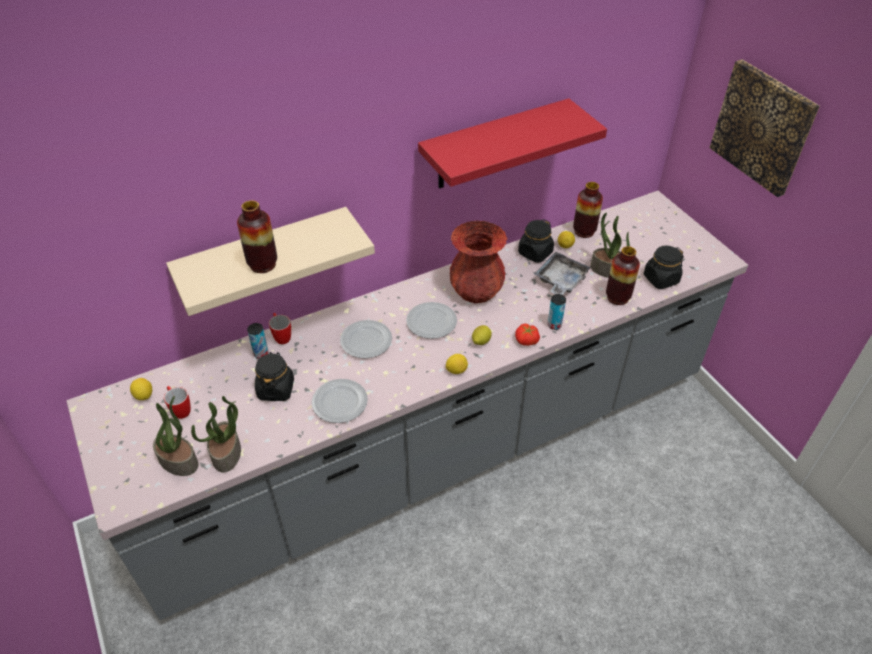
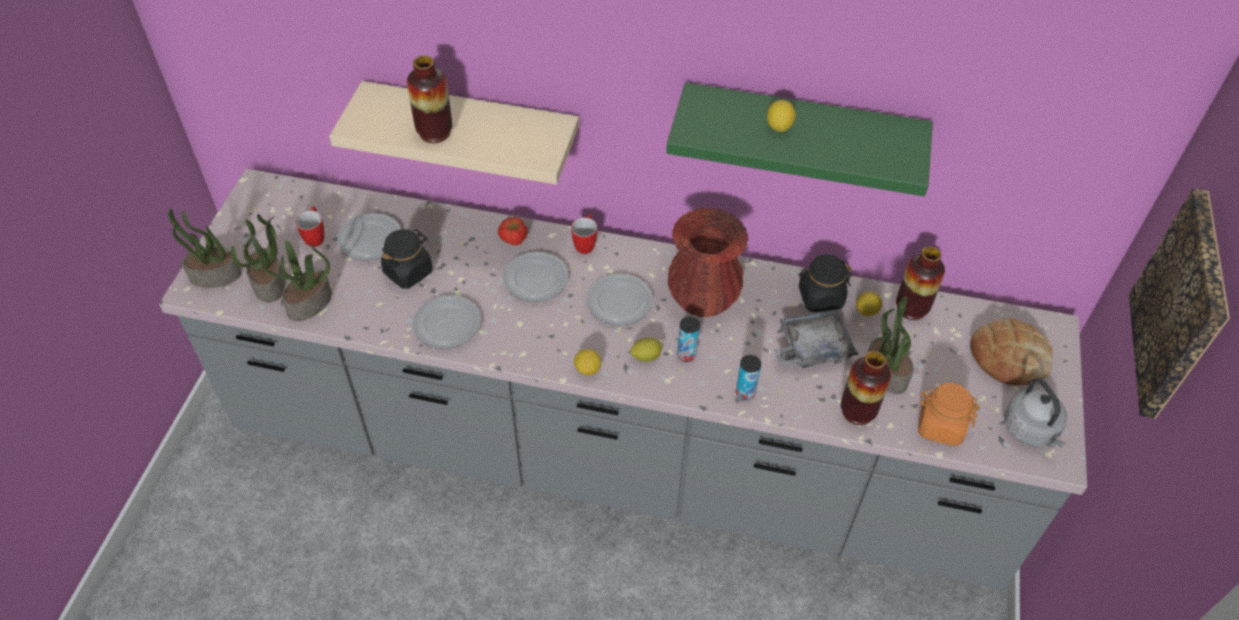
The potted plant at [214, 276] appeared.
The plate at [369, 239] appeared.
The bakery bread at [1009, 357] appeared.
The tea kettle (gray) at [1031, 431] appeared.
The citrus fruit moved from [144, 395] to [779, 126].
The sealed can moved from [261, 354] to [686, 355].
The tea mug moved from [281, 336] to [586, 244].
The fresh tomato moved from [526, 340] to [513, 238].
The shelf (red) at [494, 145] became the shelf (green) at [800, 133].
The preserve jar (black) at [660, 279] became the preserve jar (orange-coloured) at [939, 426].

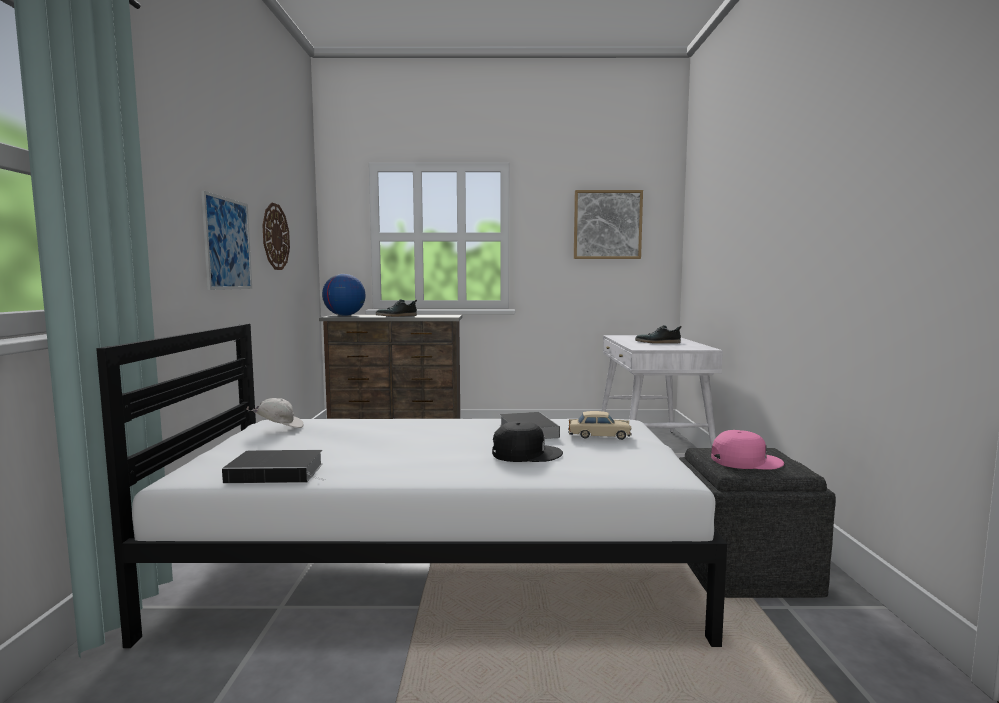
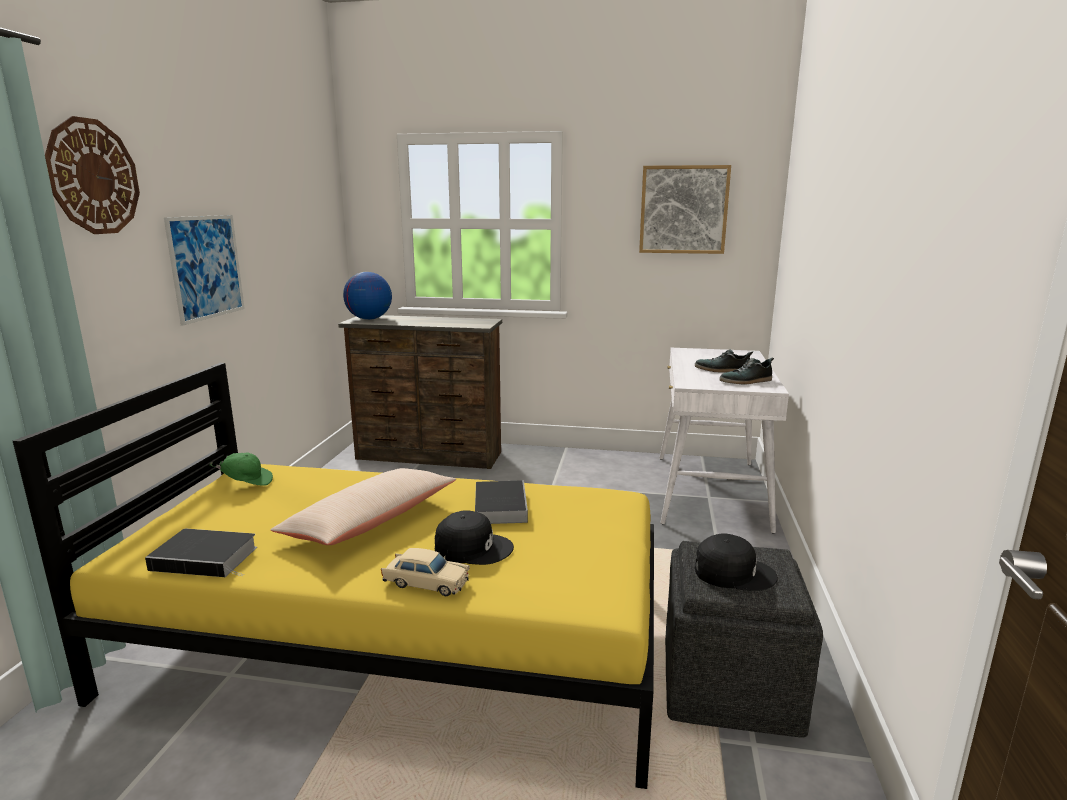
The throw pillow (beige-coloured) at [370, 521] appeared.
The wall clock moved from [275, 237] to [93, 177].
The low shoe moved from [397, 316] to [746, 381].
The model car (beige-coloured) moved from [599, 435] to [426, 582].
The sleeping bed (white) at [438, 569] became the sleeping bed (yellowish) at [398, 644].
The baseball cap (white) at [279, 427] became the baseball cap (green) at [247, 482].
The baseball cap (pink-coloured) at [745, 460] became the baseball cap (black) at [733, 572].

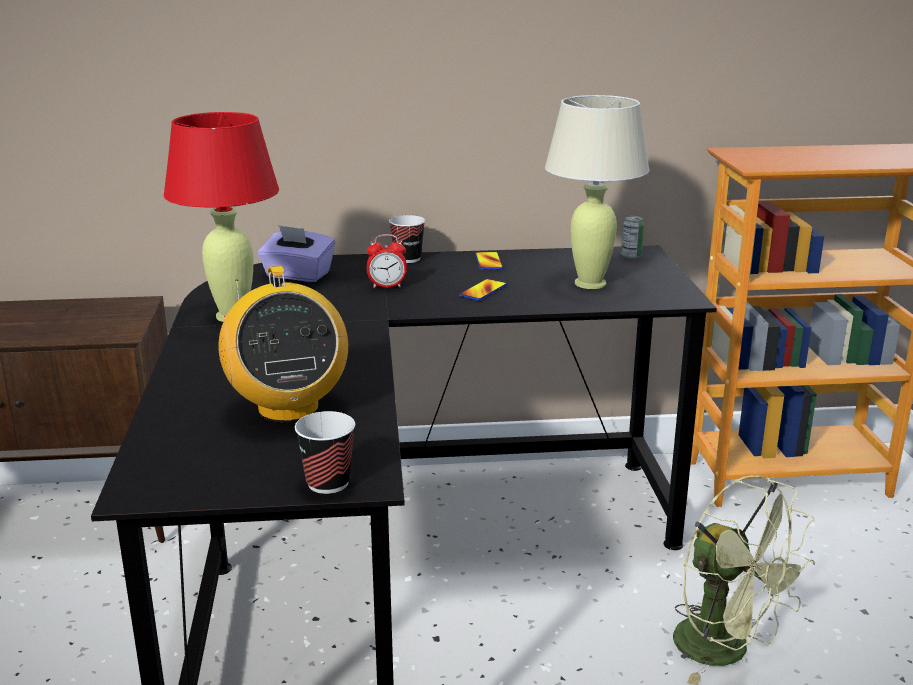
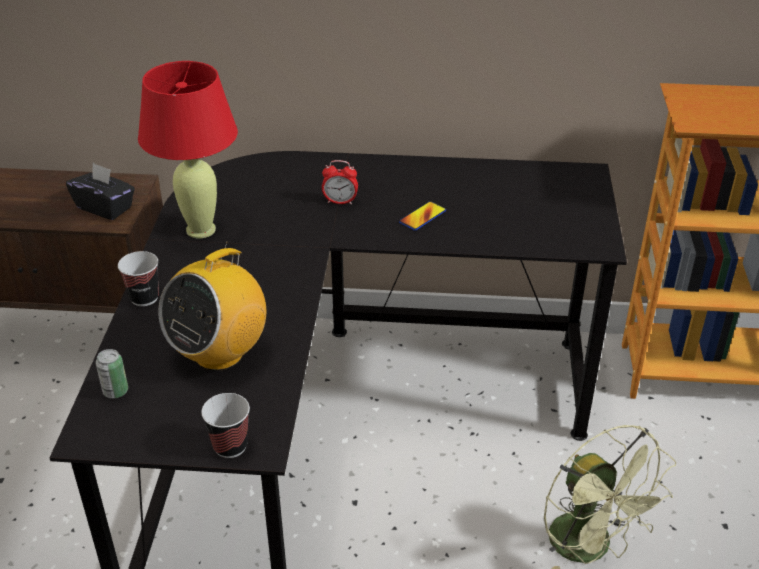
The box of tissues (purplish) at [297, 275] disappeared.
The telephone at [488, 262] disappeared.
The table lamp (beige-coloured) at [589, 283] disappeared.
The box of tissues (black) at [105, 207] appeared.
The cup moved from [407, 259] to [144, 297].
The sealed can moved from [631, 256] to [115, 391].
The radio at [288, 408] turned 45 degrees clockwise.

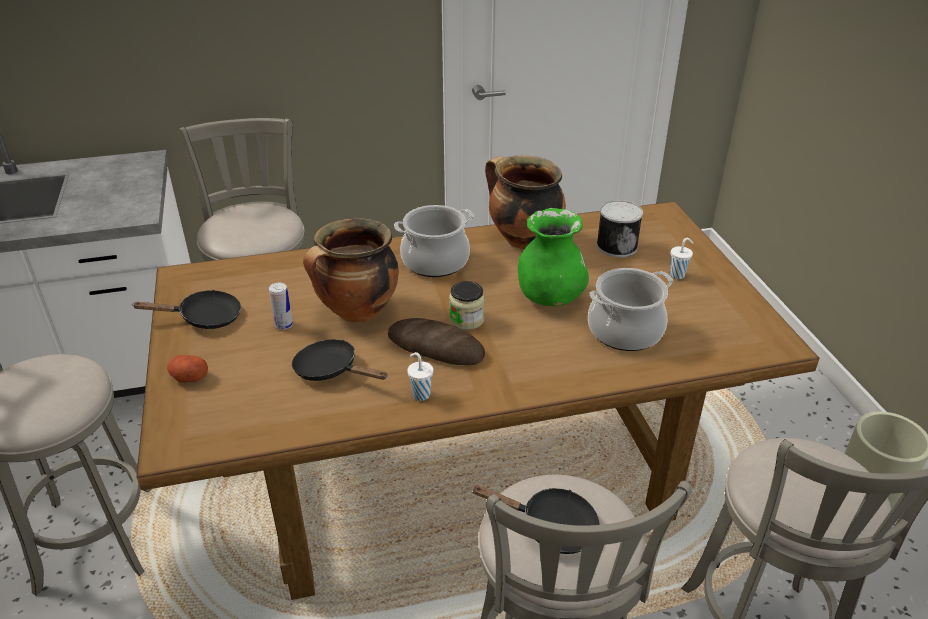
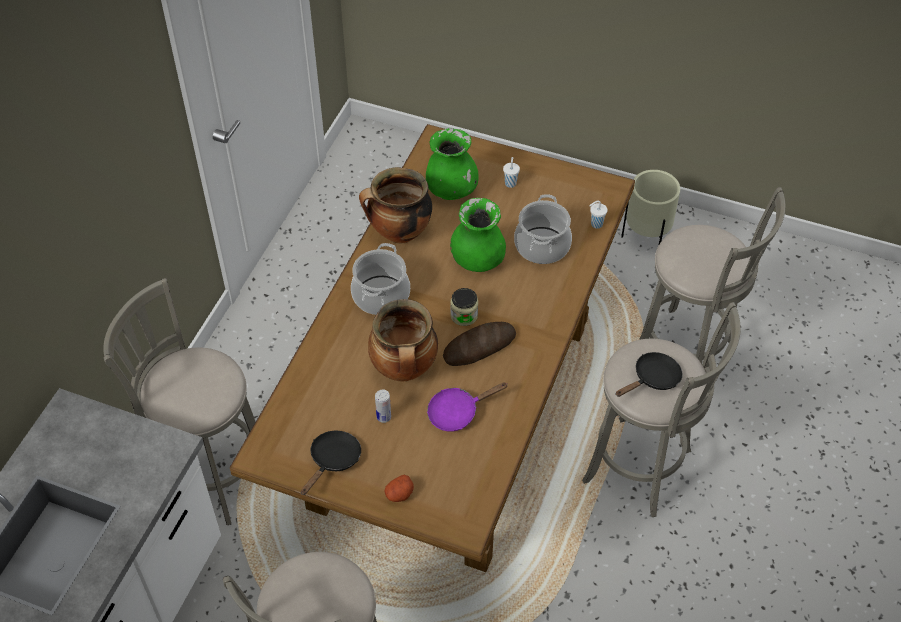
The cup (white) moved from [420, 394] to [596, 224].
The sealed can at [616, 245] was replaced by the vase (green) at [451, 190].
The pan (black) at [331, 370] became the pan (purplish) at [457, 412].

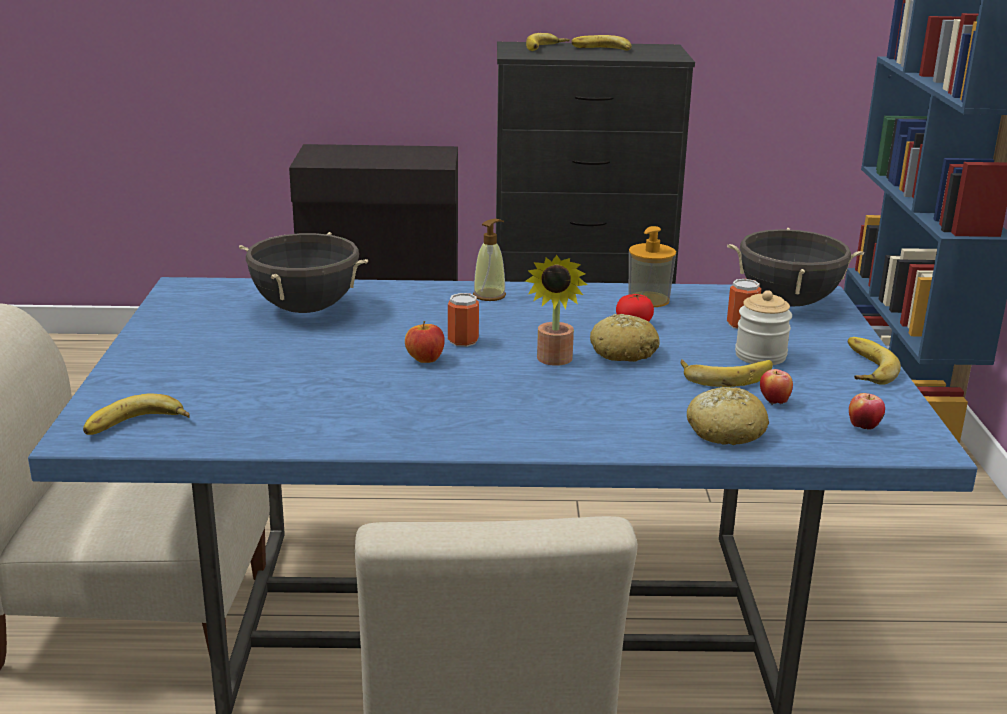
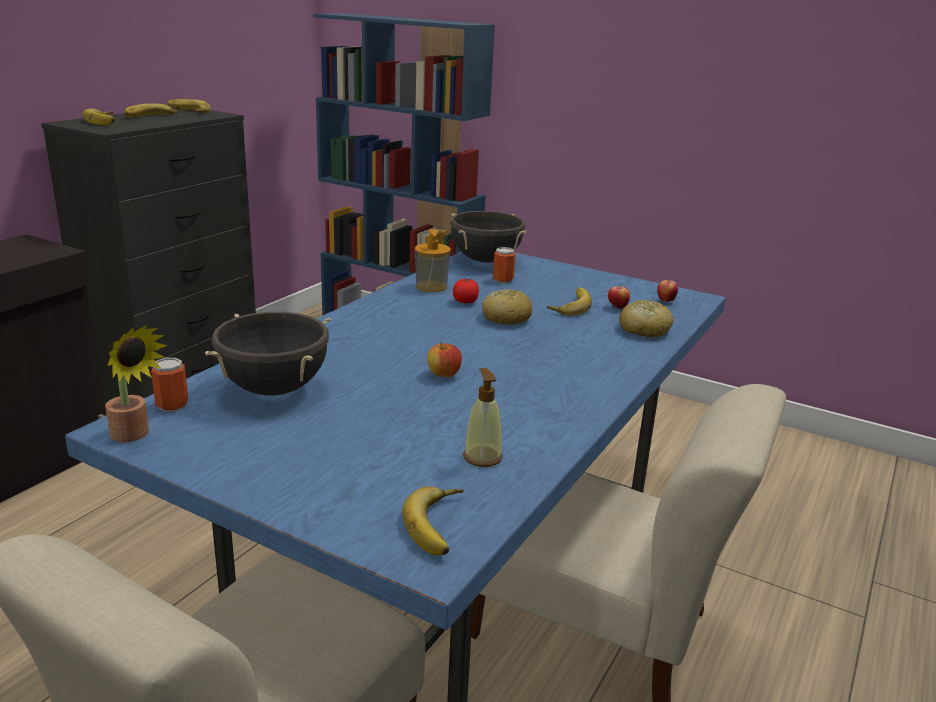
The preserve jar at [760, 356] disappeared.
The sealed can moved from [463, 341] to [172, 405].
The soap dispenser moved from [489, 295] to [482, 457].
The potted plant moved from [554, 361] to [134, 435].
The banana fruit moved from [862, 367] to [187, 111].

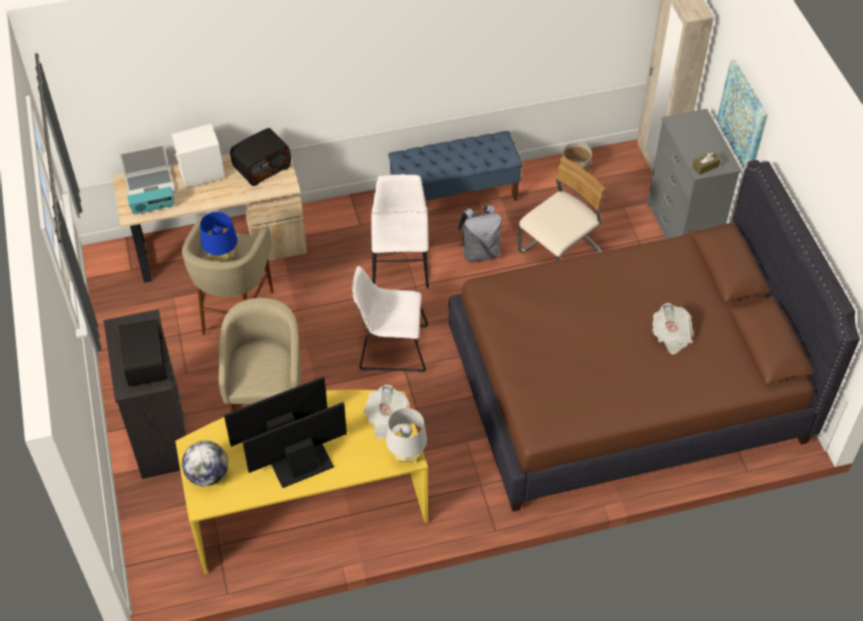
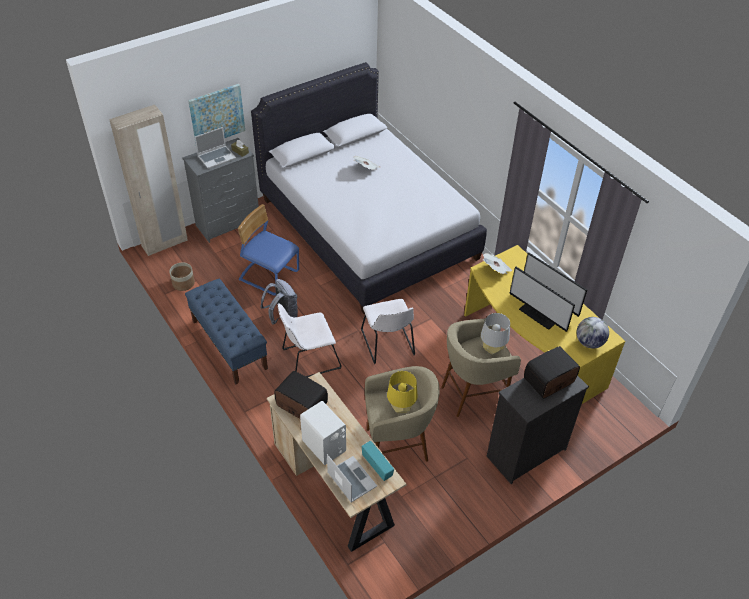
The laptop at [217, 157] appeared.
The table lamp (gray) moved from [406, 455] to [492, 349].
The table lamp (blue) at [222, 258] became the table lamp (yellowish) at [401, 408].
The sleeping bed (brownish) at [626, 386] became the sleeping bed (white) at [367, 228].
The chair (beige-coloured) at [560, 254] became the chair (blue) at [269, 276].

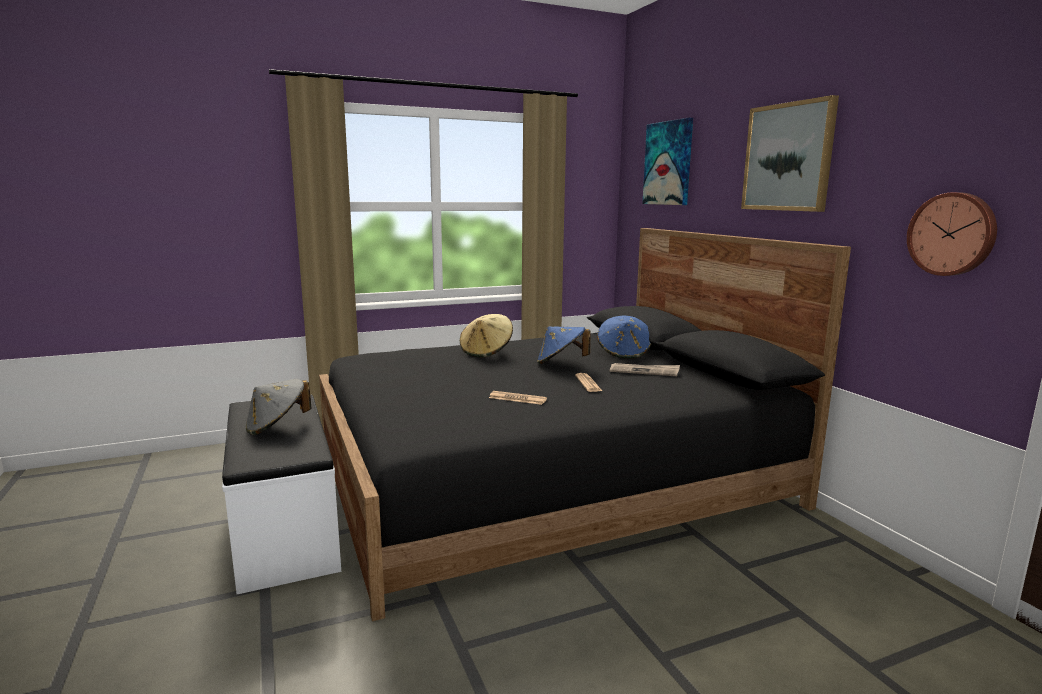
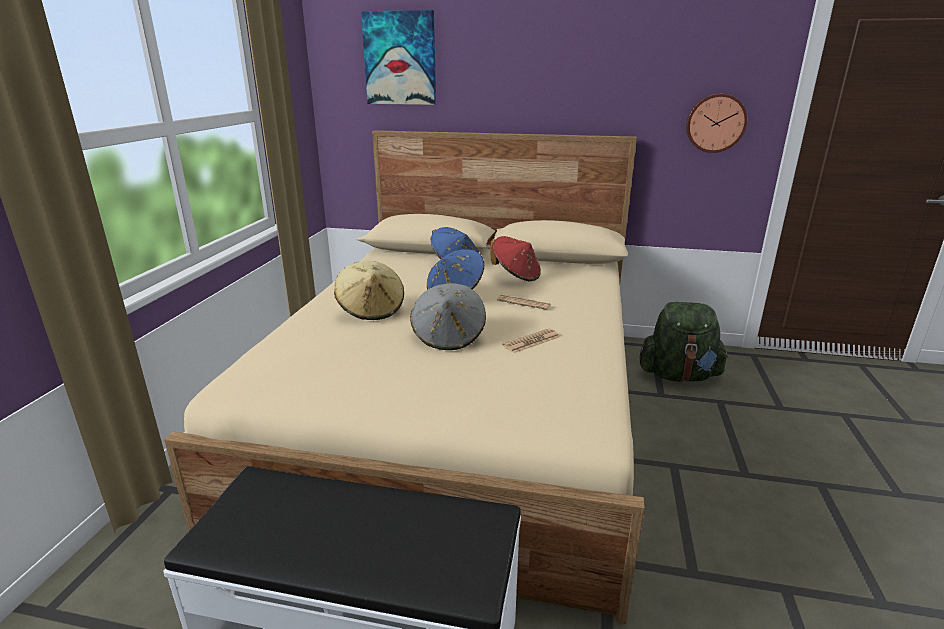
The picture at [788, 157] disappeared.
The knapsack (green) at [678, 375] appeared.
The wearable hat (gray) moved from [277, 426] to [449, 337].
The daily paper at [644, 371] was replaced by the wearable hat (red) at [516, 275].
The sleeping bed (black) at [550, 479] became the sleeping bed (beige-coloured) at [462, 411].

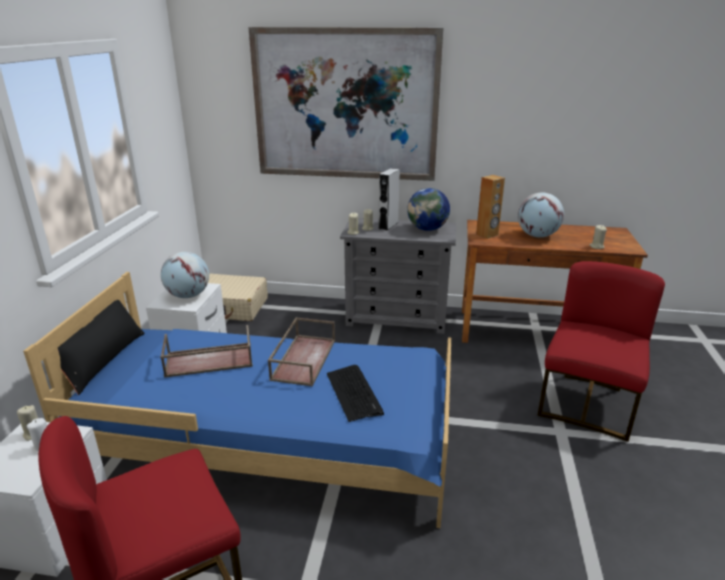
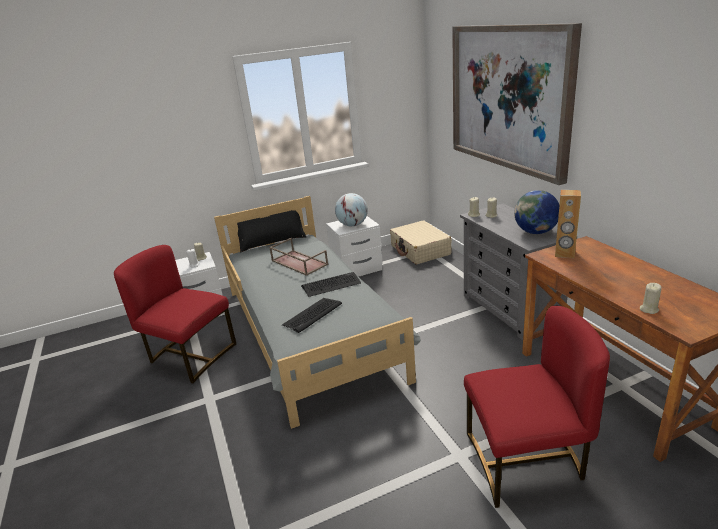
The loudspeaker (gray) at [388, 225] disappeared.
The world globe at [537, 236] disappeared.
The carrying tray (brownish) at [303, 358] was replaced by the computer keyboard at [331, 285].
The sleeping bed (blue) at [272, 440] became the sleeping bed (gray) at [310, 332].

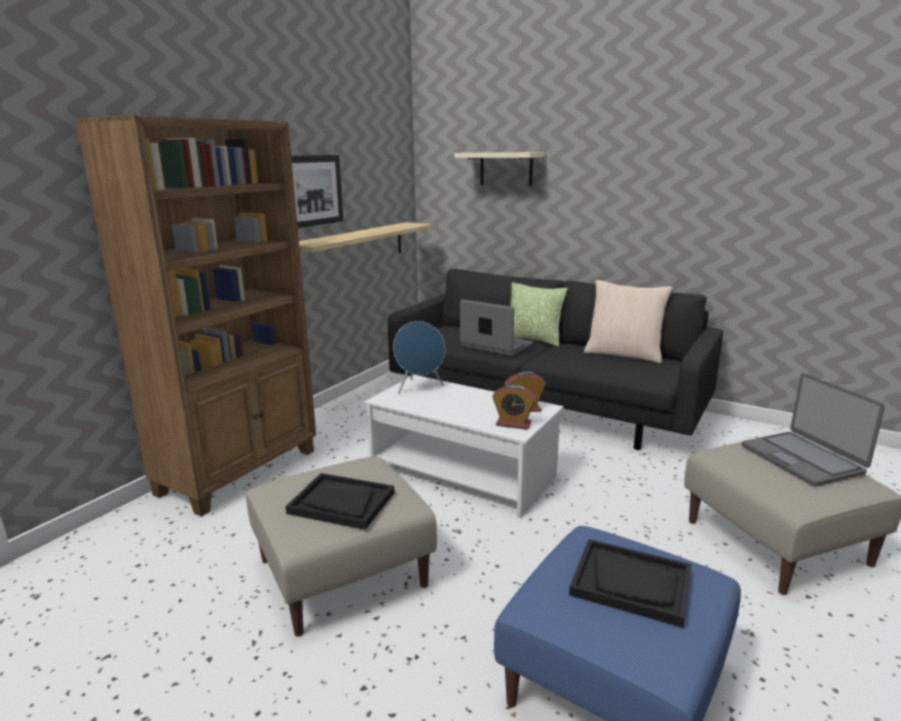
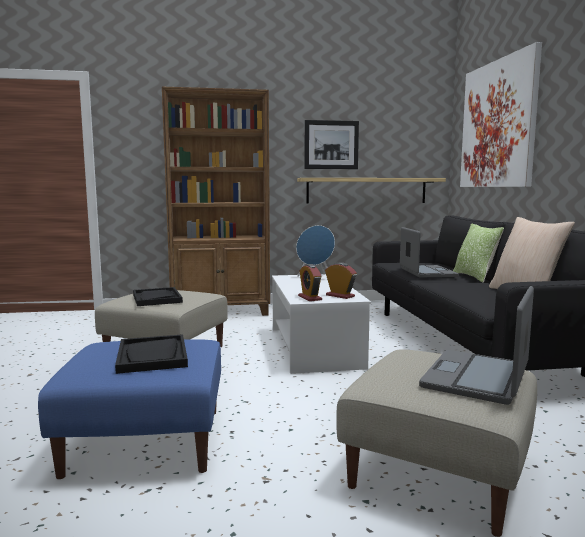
The shelf (beige-coloured) at [506, 169] was replaced by the picture at [498, 124].

